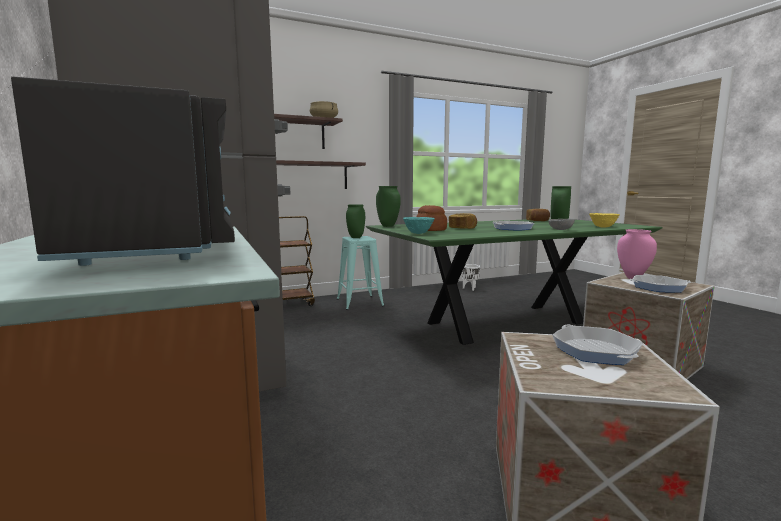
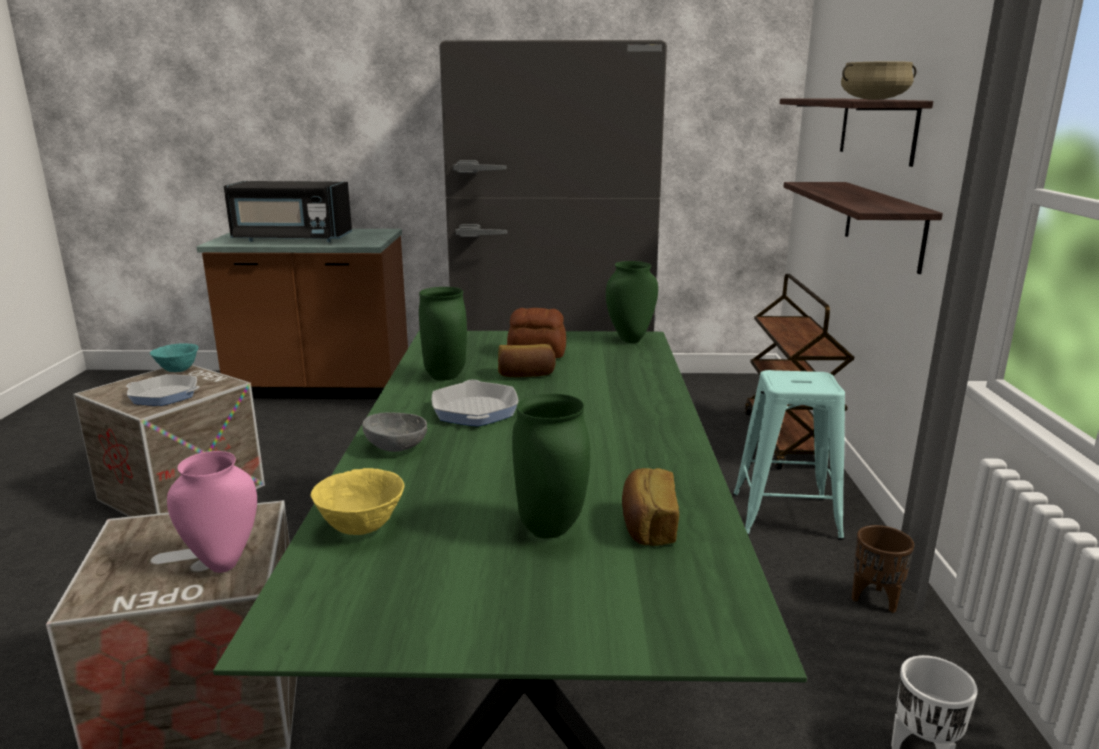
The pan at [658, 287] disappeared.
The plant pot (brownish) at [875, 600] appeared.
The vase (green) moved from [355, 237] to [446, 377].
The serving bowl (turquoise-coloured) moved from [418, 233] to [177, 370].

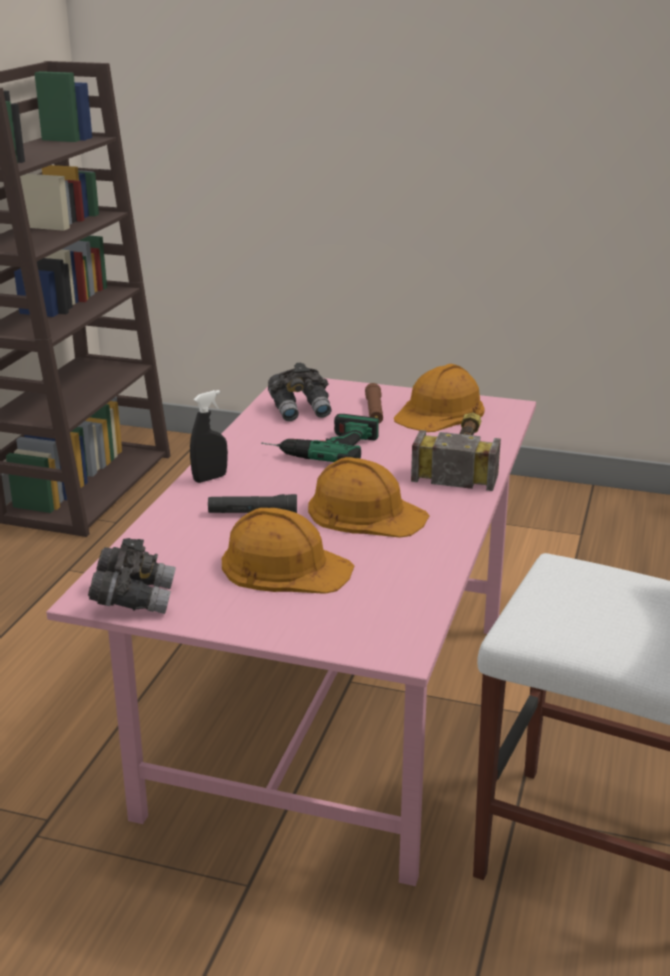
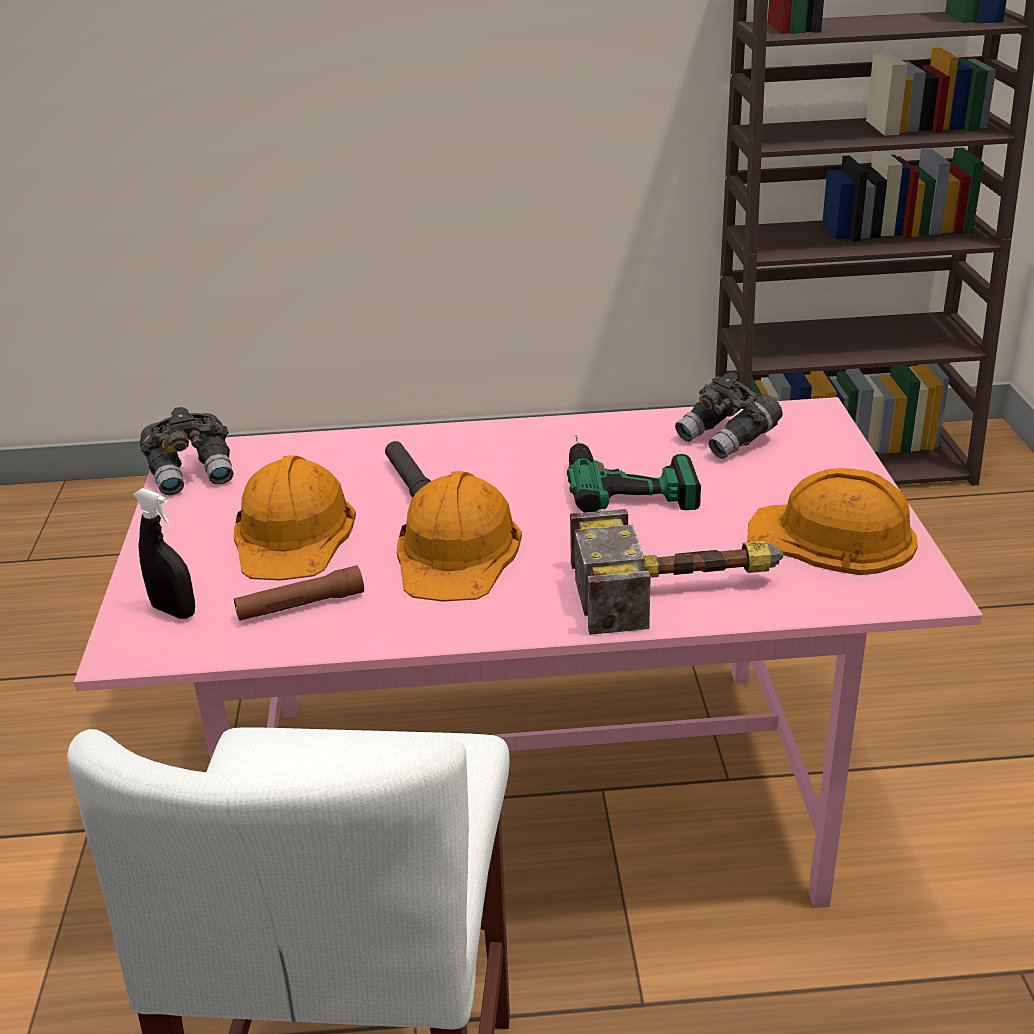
The spray bottle (black) moved from [210, 478] to [174, 611].
The hand torch (brownish) moved from [374, 411] to [300, 605].

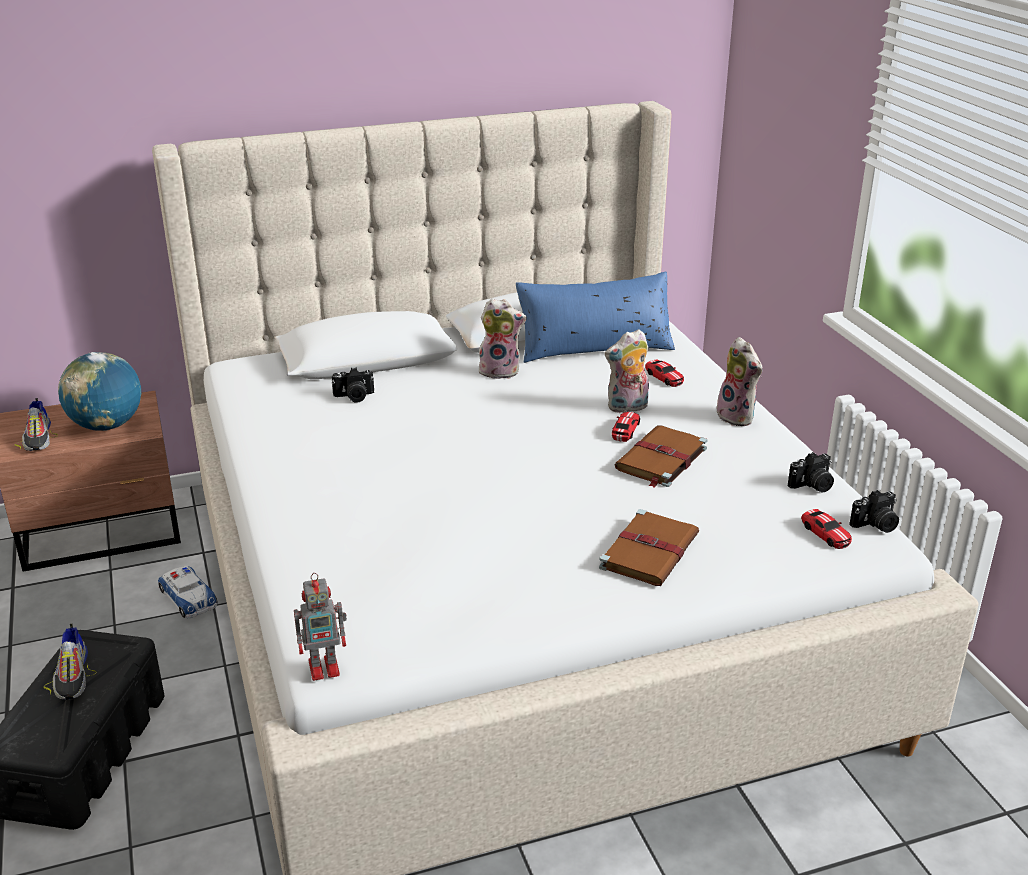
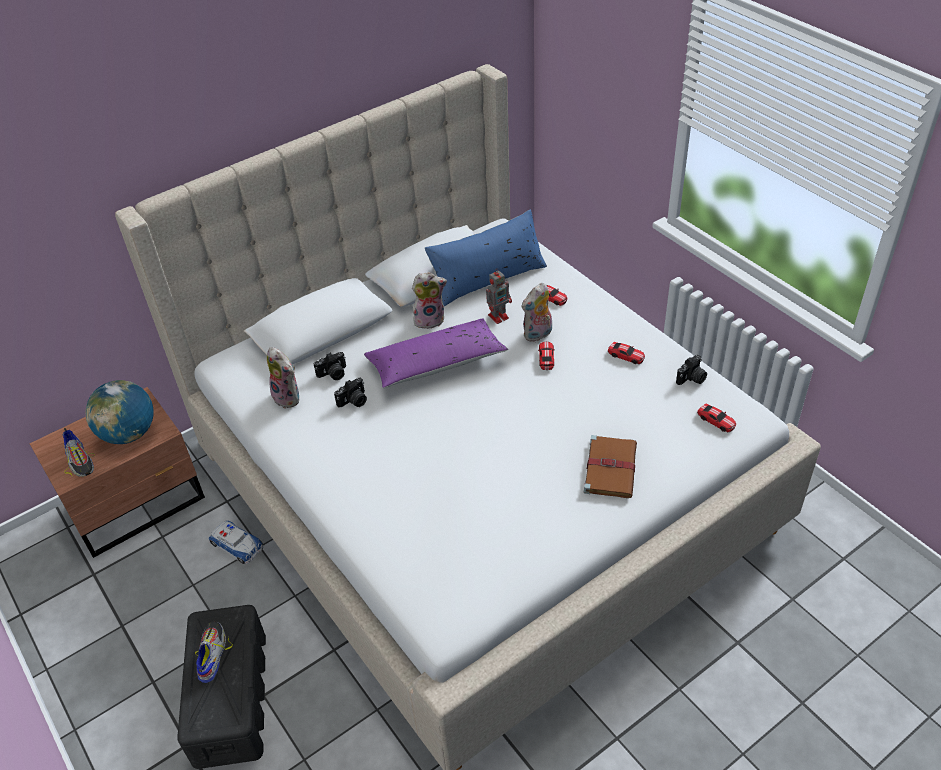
The volume (brownish) at [660, 460] disappeared.
The throw pillow (purplish) at [436, 363] appeared.
The model car at [626, 355] appeared.
The robot figure moved from [326, 667] to [499, 316].
The cuddly toy moved from [738, 417] to [289, 397].
The photo camera moved from [875, 525] to [354, 401].
The low shoe at [73, 675] turned 150 degrees counterclockwise.

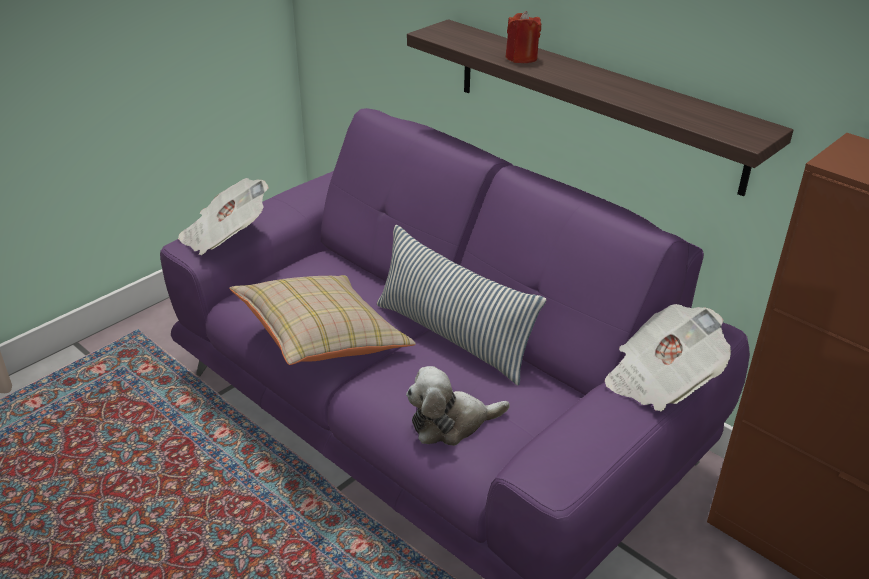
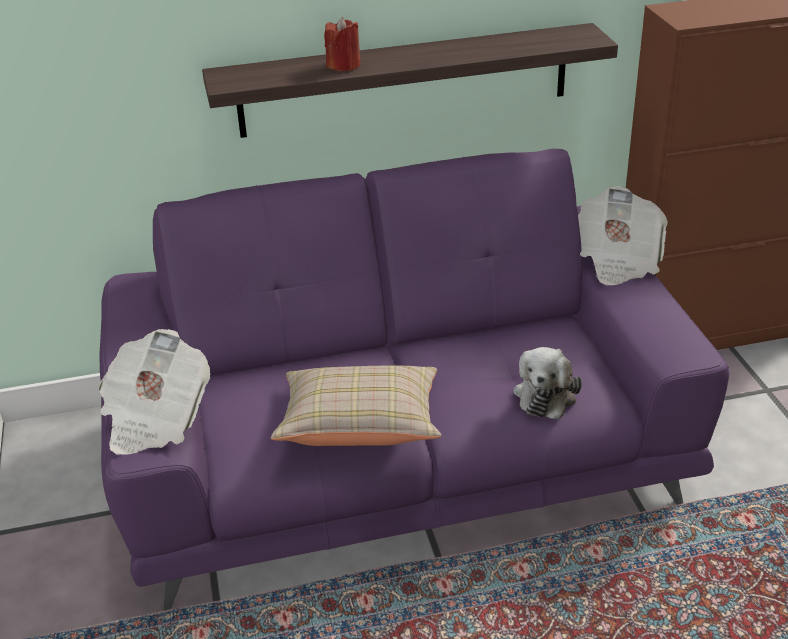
The throw pillow at [453, 336] disappeared.

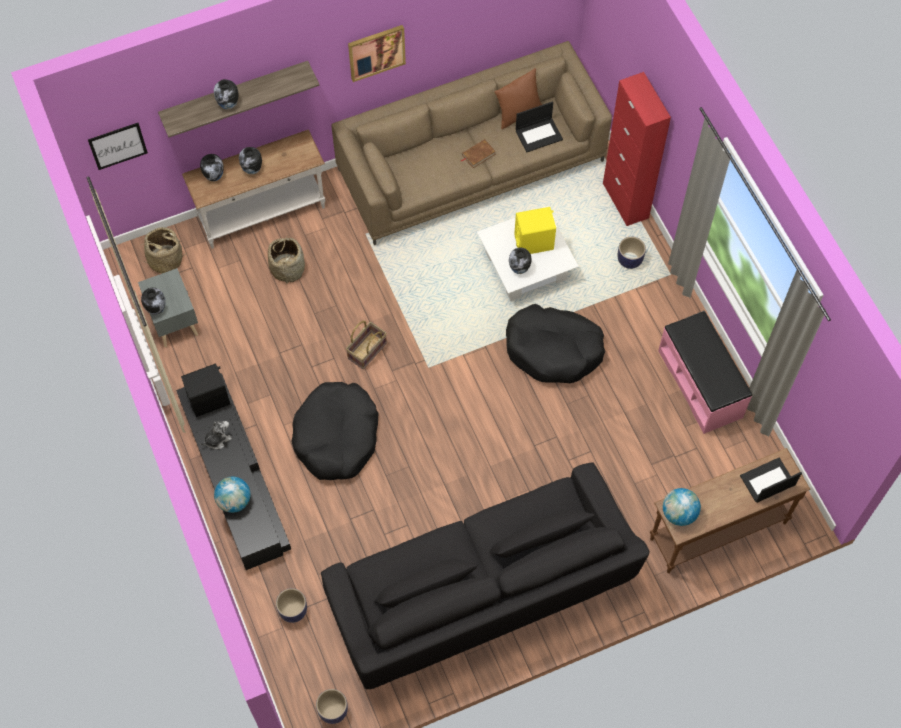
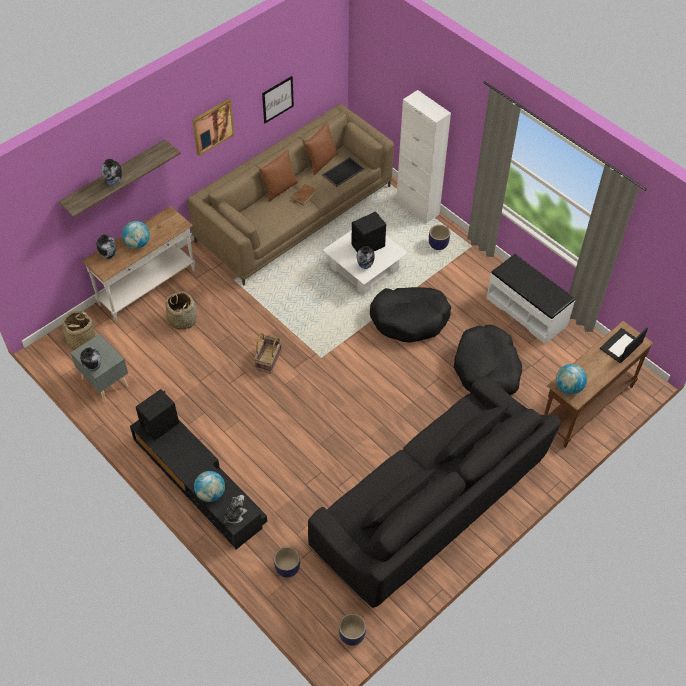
The throw pillow (brownish) at [279, 189] appeared.
The picture moved from [117, 145] to [277, 99].
The cuddly toy moved from [217, 439] to [235, 514].
The dog bed (black) moved from [336, 436] to [487, 369].
The vase at [252, 170] was replaced by the world globe at [137, 243].
The laptop at [539, 134] was replaced by the carrying tray at [343, 171].
The loudspeaker (yellowish) at [534, 242] became the loudspeaker (black) at [368, 245].
The cabinet (red) at [625, 200] became the cabinet (white) at [417, 207].
The long seat (pink-coloured) at [700, 383] became the long seat (white) at [527, 311].

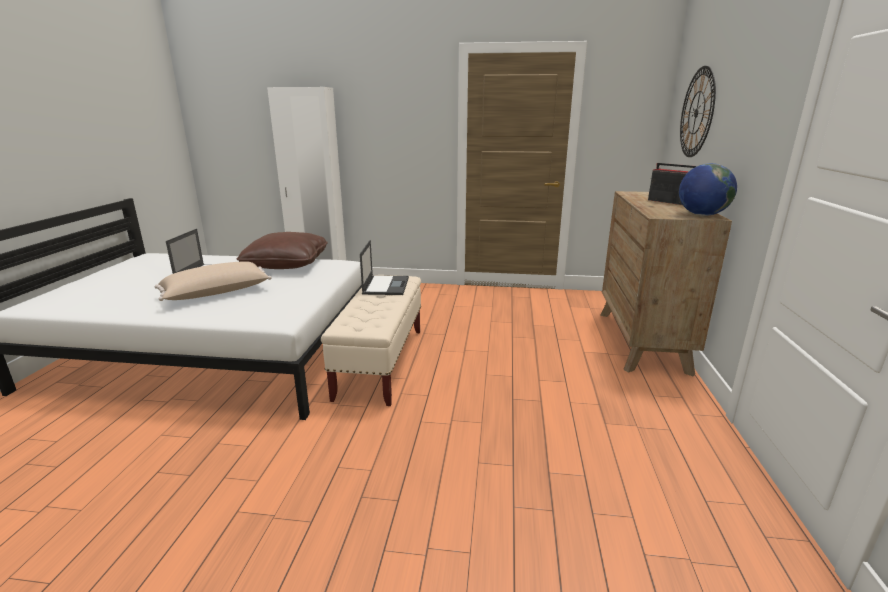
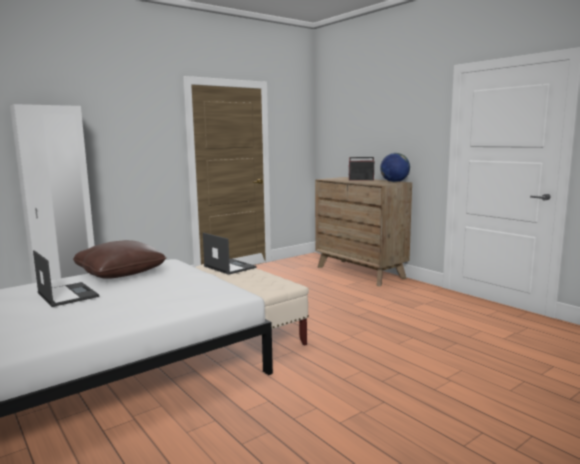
The throw pillow (beige-coloured) at [217, 294] disappeared.
The wall clock at [696, 112] disappeared.

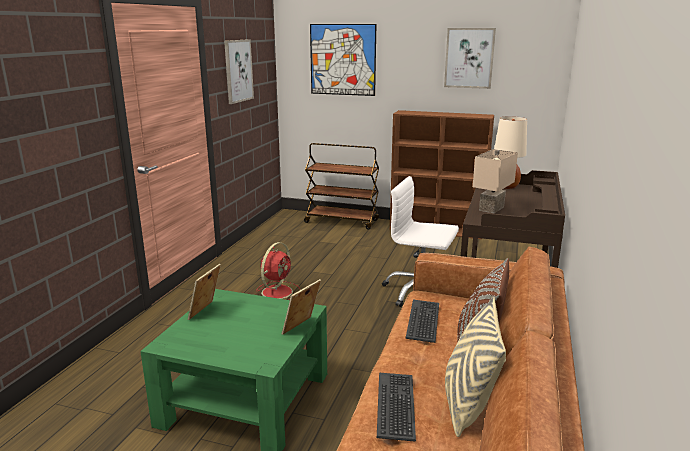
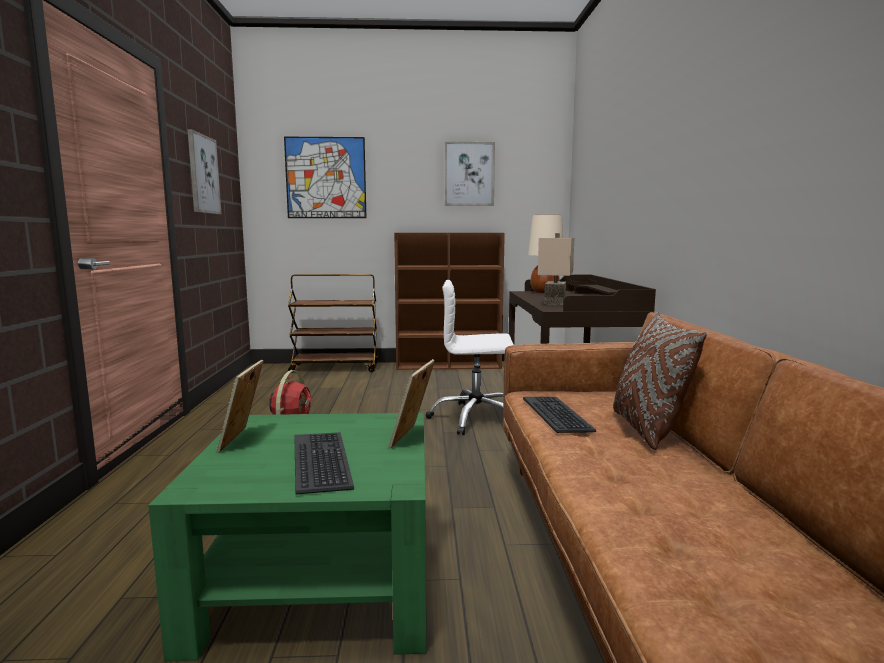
The throw pillow (beige-coloured) at [468, 404] disappeared.
The computer keyboard moved from [396, 405] to [322, 461].

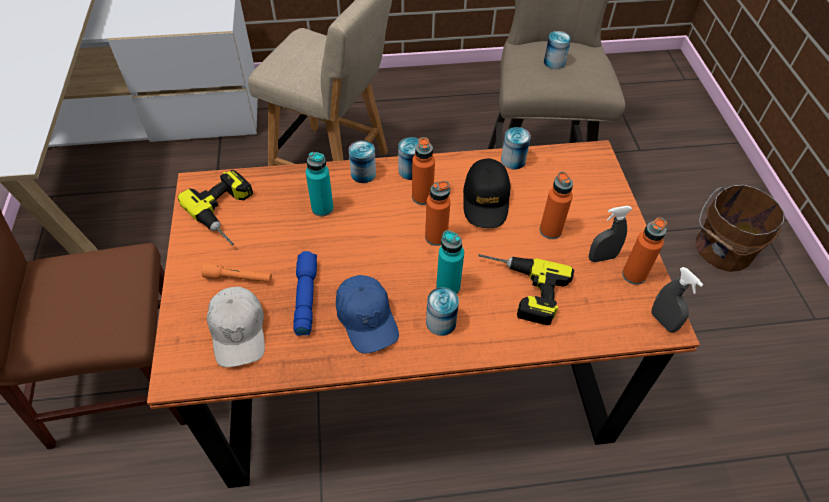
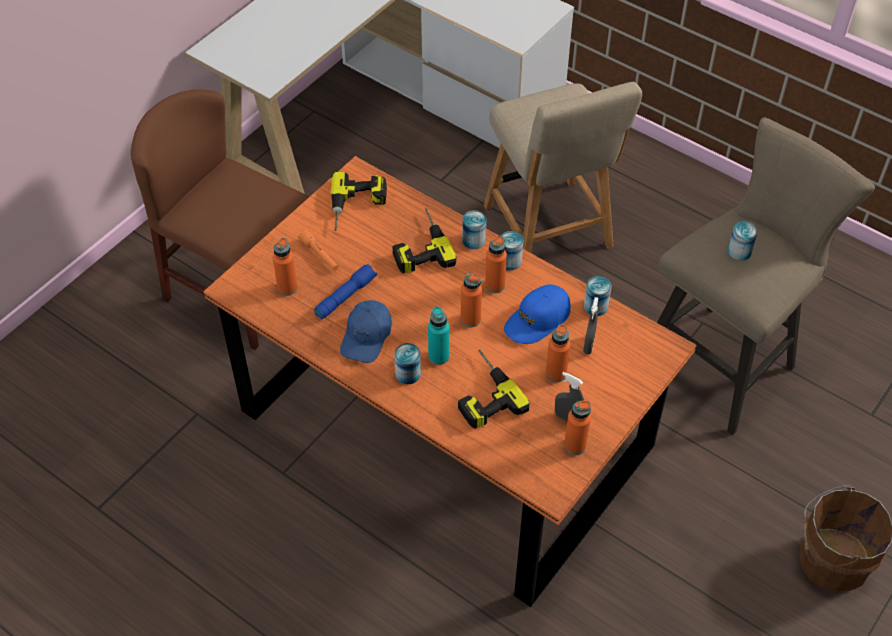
The spray bottle (gray) moved from [663, 321] to [588, 345].
The baseball cap (white) at [238, 331] was replaced by the drink bottle (orange-coloured) at [287, 288].
The drink bottle (turquoise-coloured) at [322, 208] was replaced by the drill at [419, 245].
The baseball cap (black) at [486, 200] became the baseball cap (blue) at [537, 320].

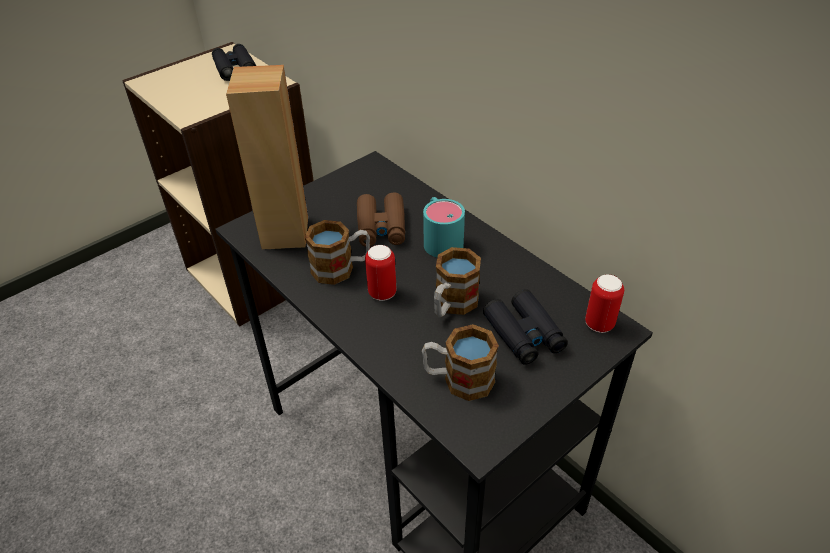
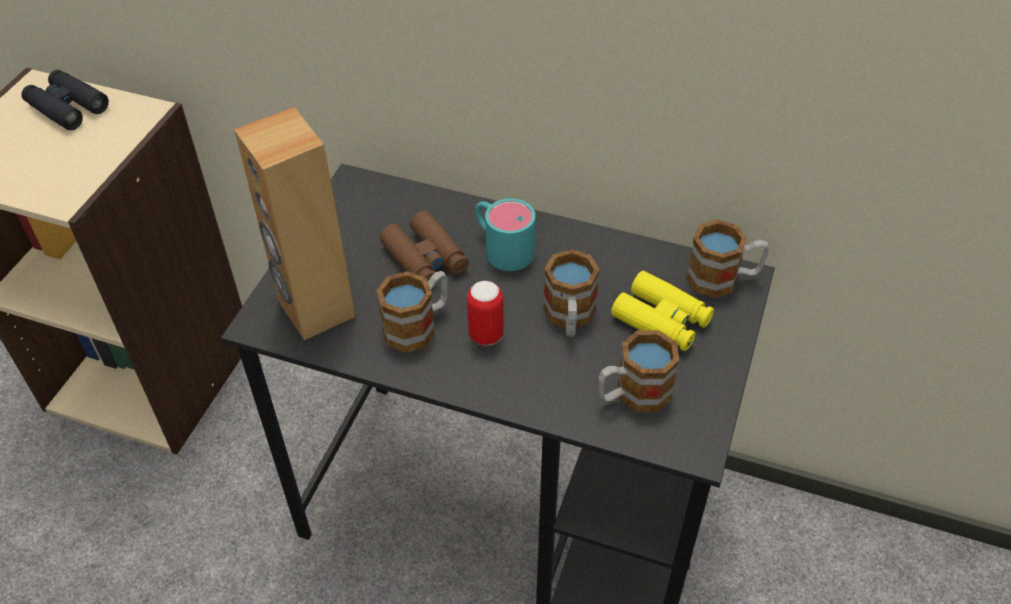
The sealed can at [599, 324] was replaced by the tea mug at [723, 278].
The pair of binoculars (black) at [524, 334] became the pair of binoculars (yellowish) at [662, 319].

